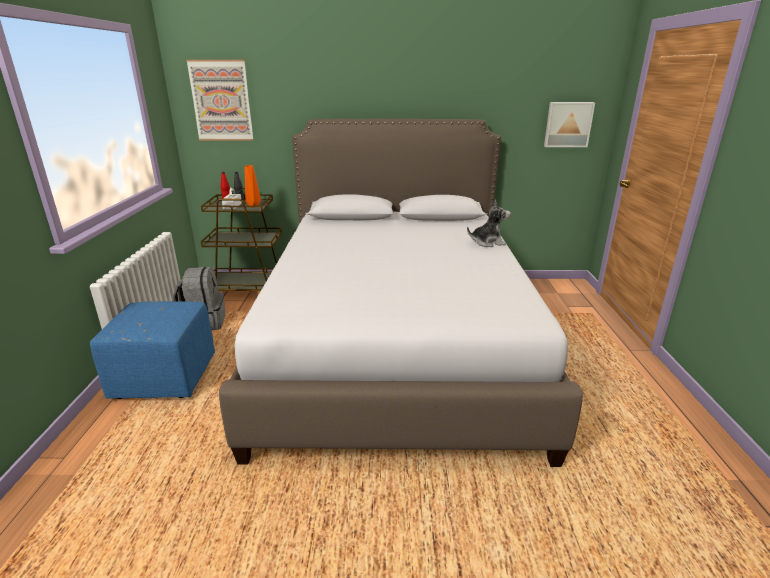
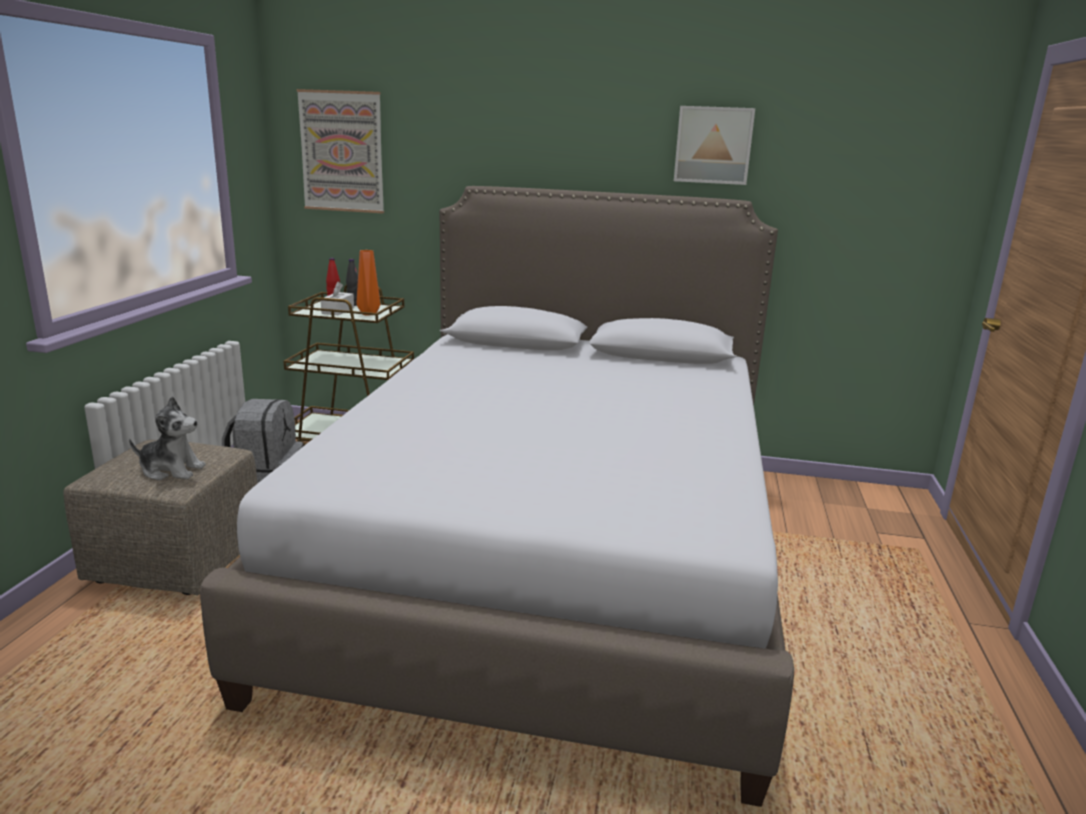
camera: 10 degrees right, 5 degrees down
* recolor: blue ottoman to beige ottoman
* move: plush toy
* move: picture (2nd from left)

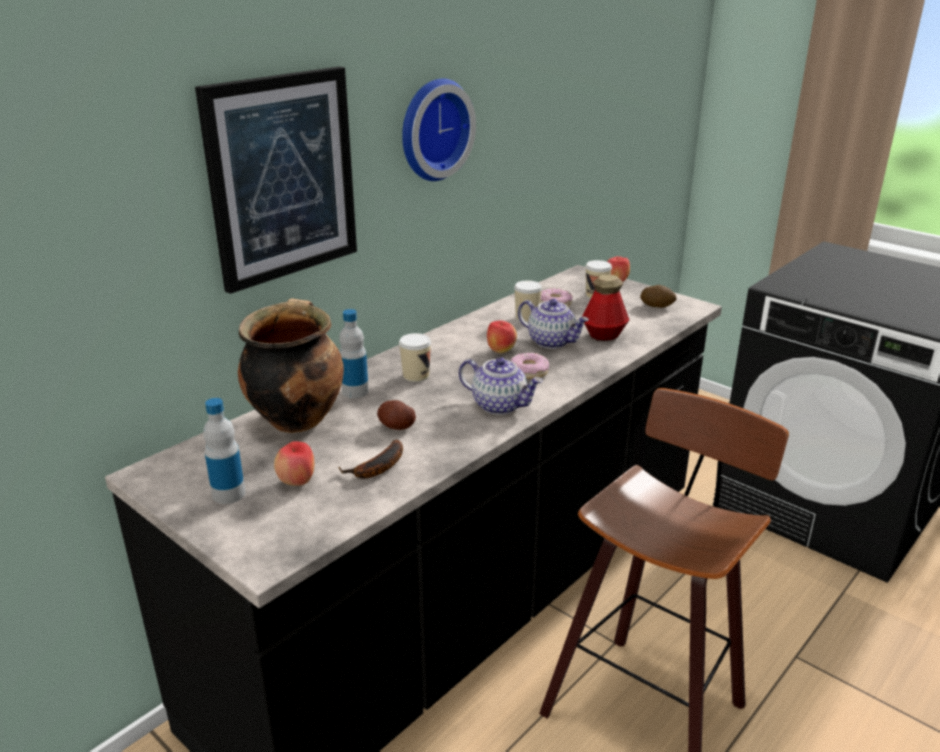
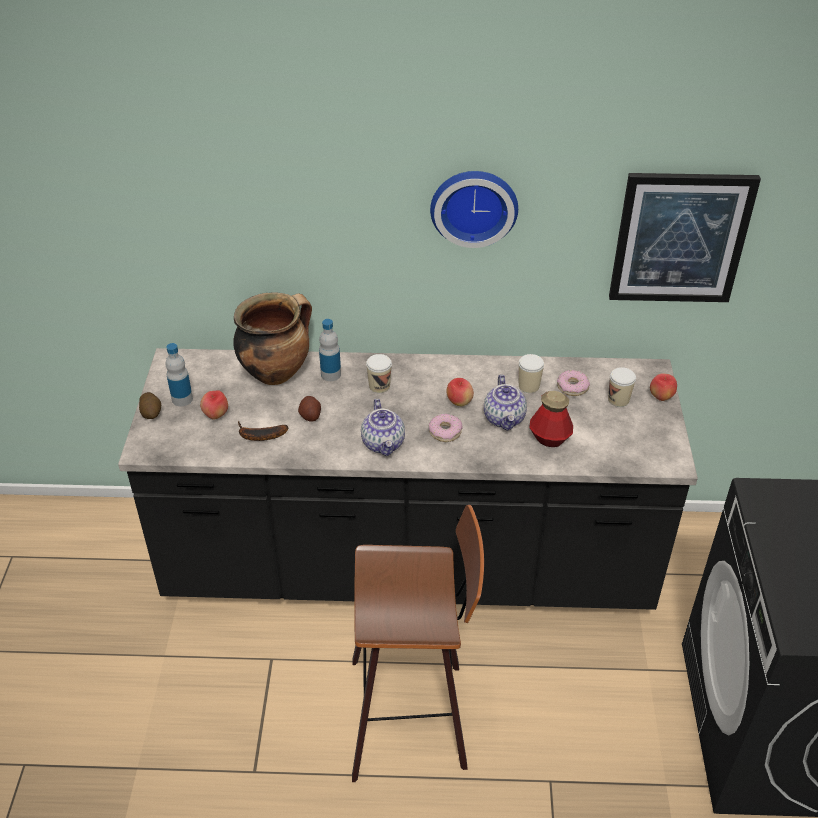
camera: 50 degrees right, 15 degrees up
* move: picture
* move: potato (2nd from left in the first image) to potato (1st from left)

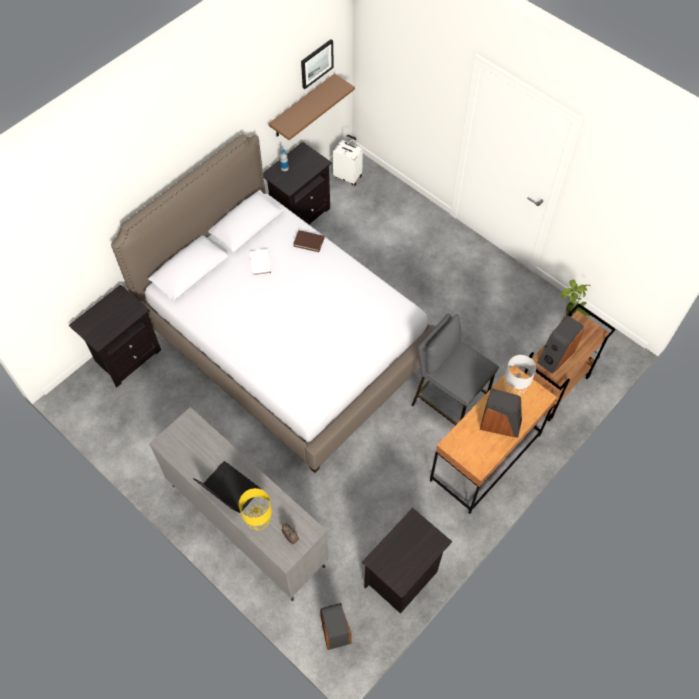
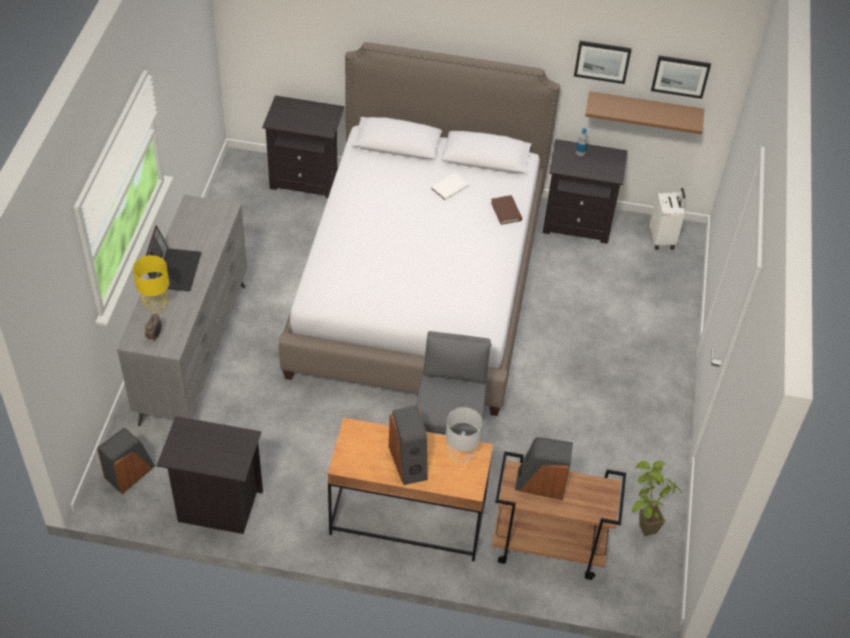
camera: 55 degrees right, 10 degrees down
* insert: picture (1st from left)

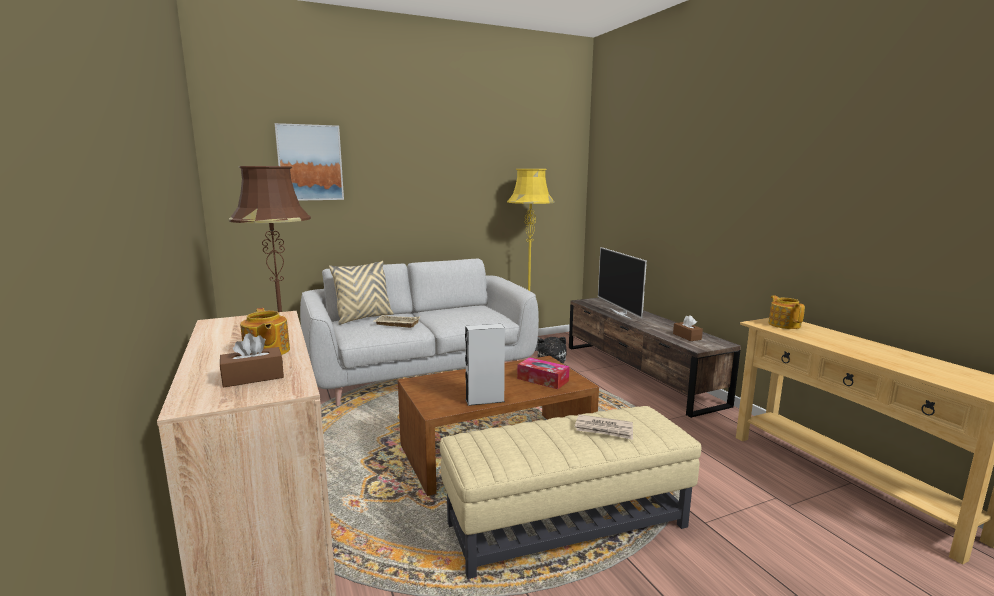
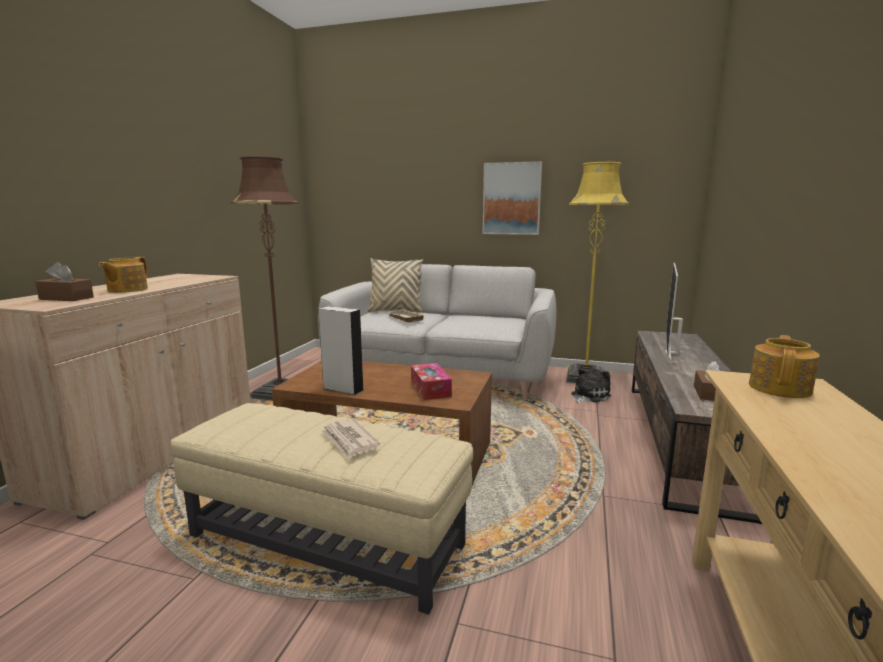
camera: 40 degrees right, 0 degrees up
* move: picture

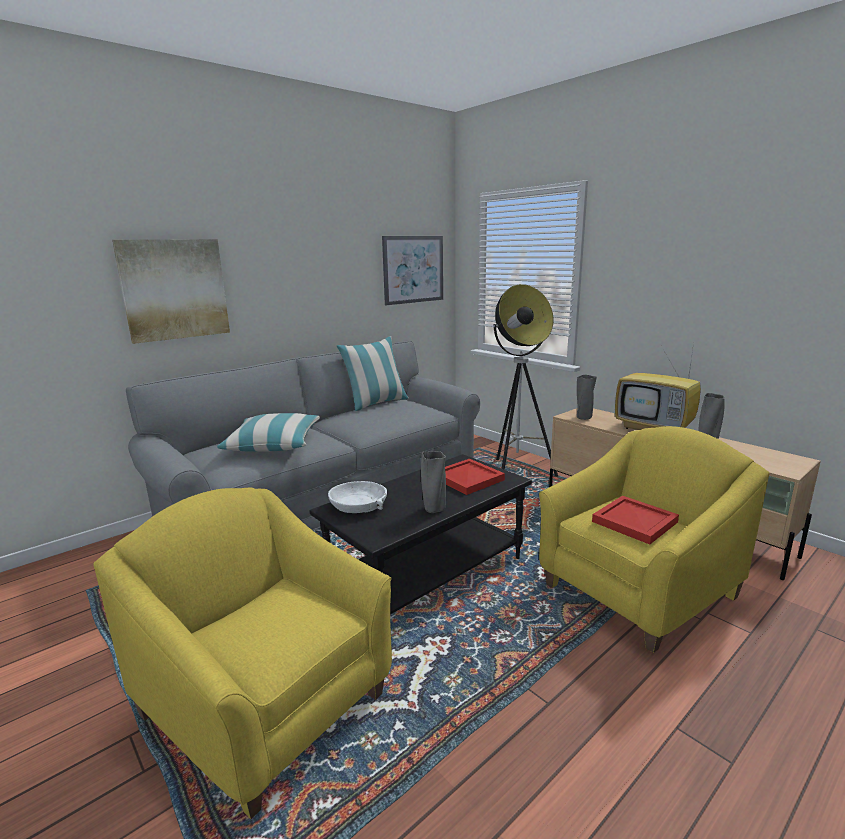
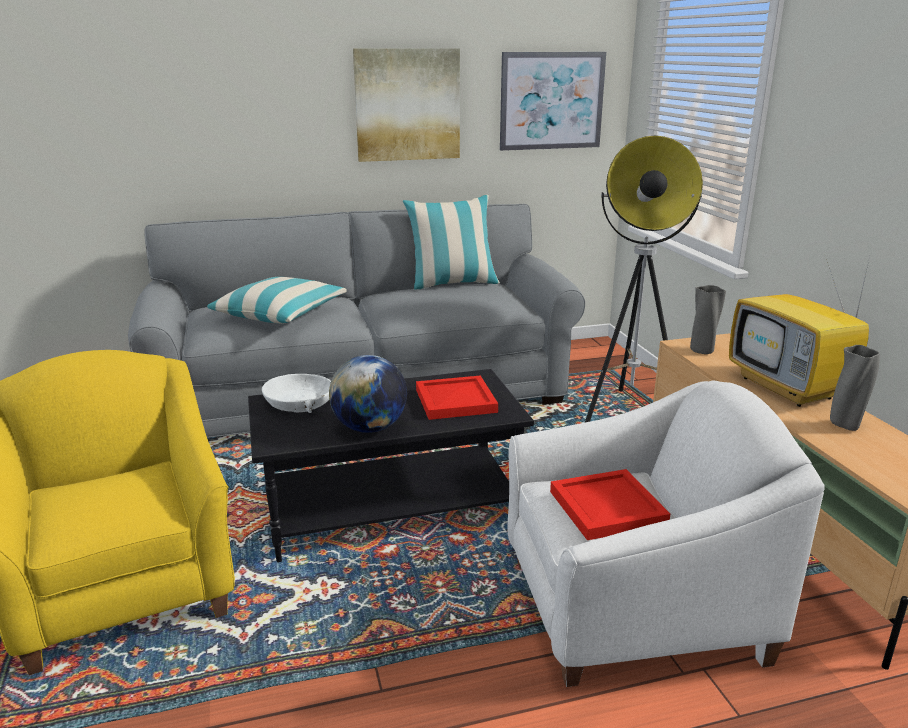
camera: 25 degrees right, 5 degrees up
* move: picture (1st from left)
* replace: grey vase (1st from left) to globe
* recolor: yellow armchair (2nd from left) to white armchair

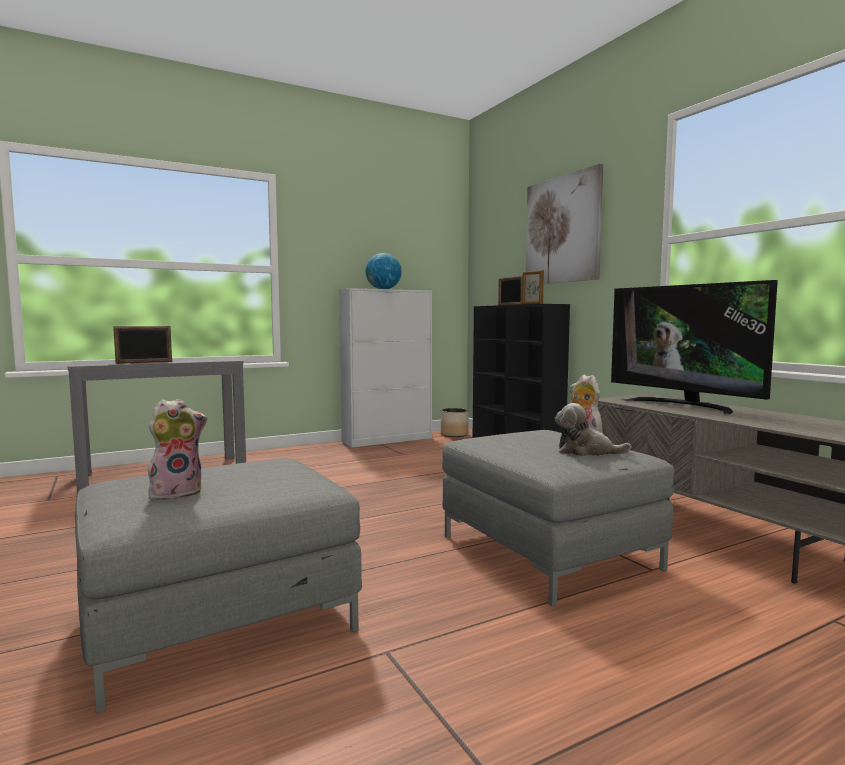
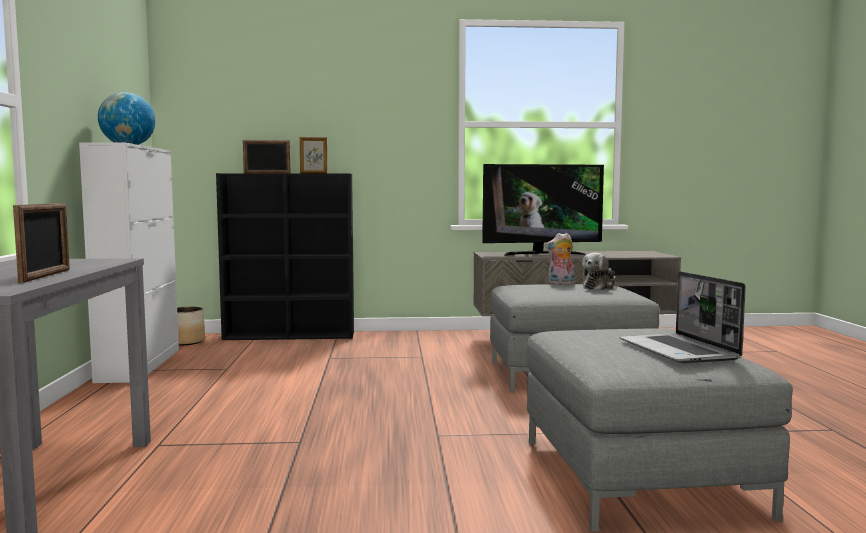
camera: 65 degrees left, 0 degrees up
* replace: plush toy (1st from left) to laptop
* delete: picture

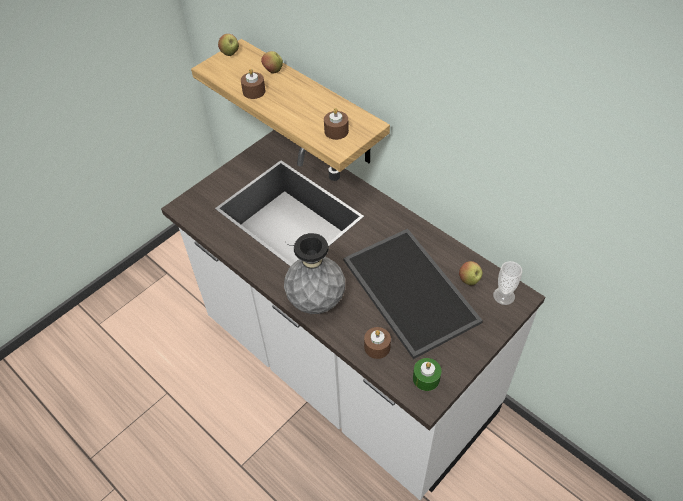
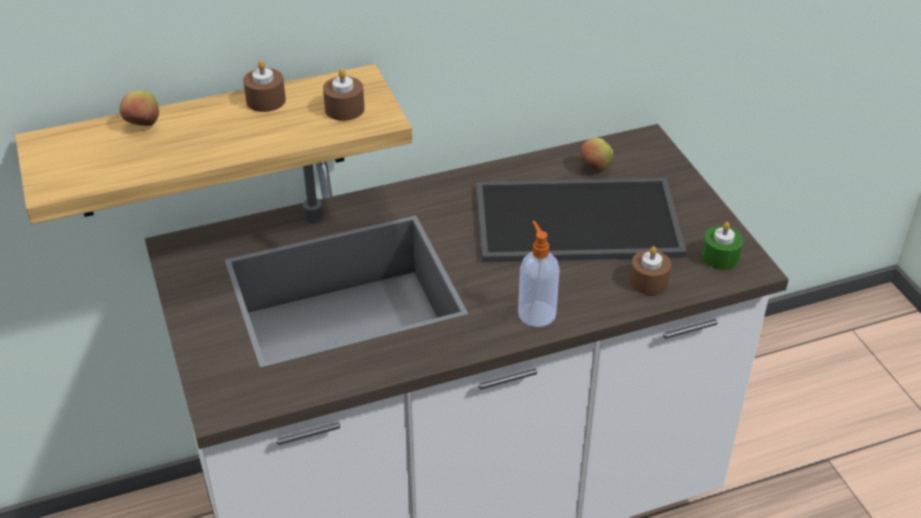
camera: 65 degrees left, 10 degrees down
* delete: apple (1st from left)
* move: brown candle (1st from left)
* replace: grey vase to soap dispenser
* delete: cup

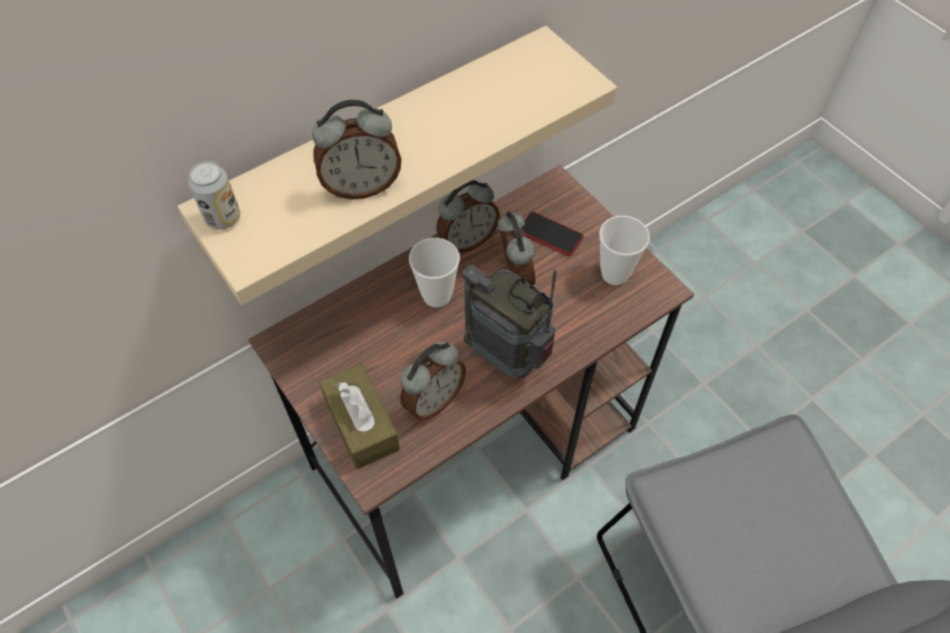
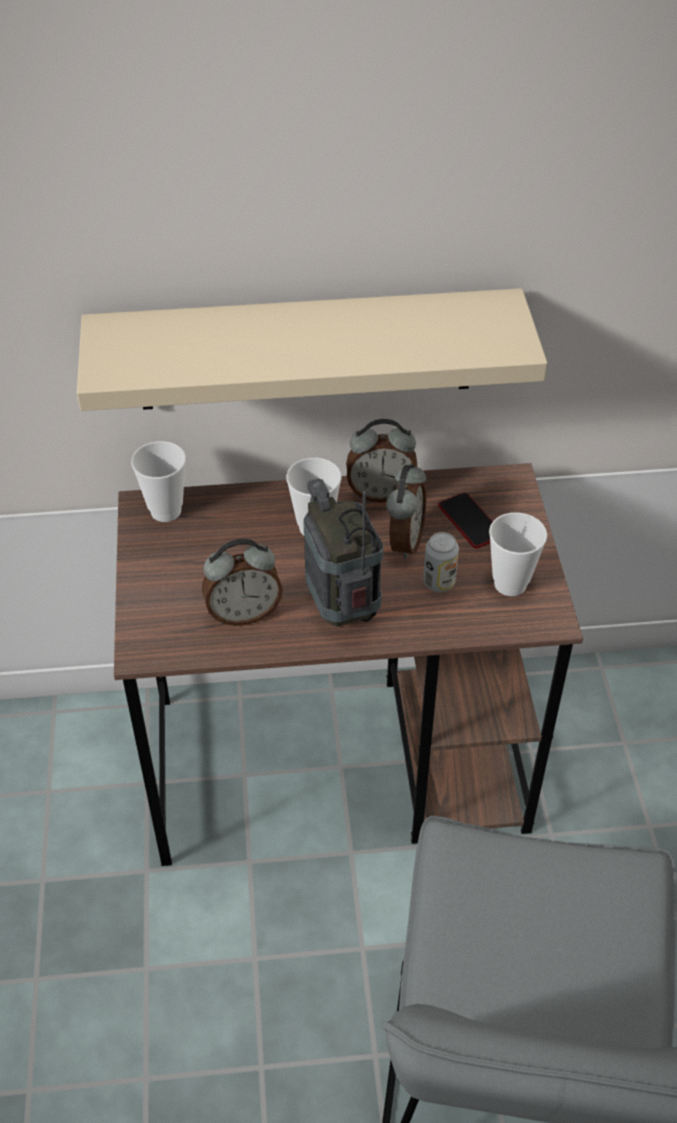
camera: 30 degrees right, 10 degrees down
* move: can
* delete: alarm clock (1st from left)
* delete: brown tissue box
* insert: cup (1st from left)

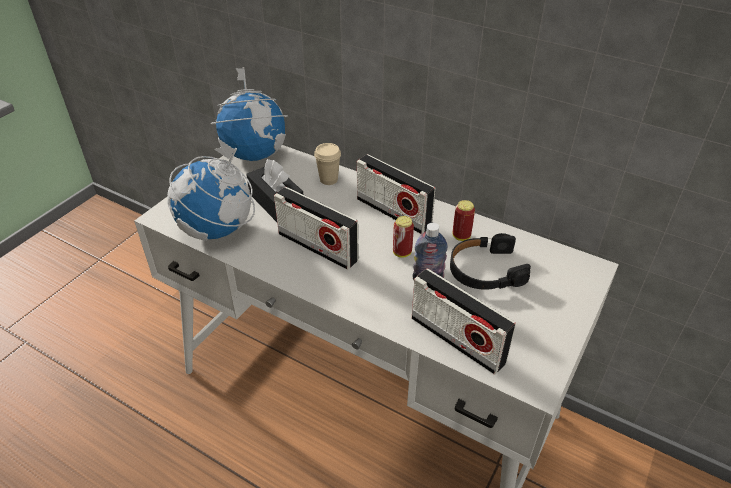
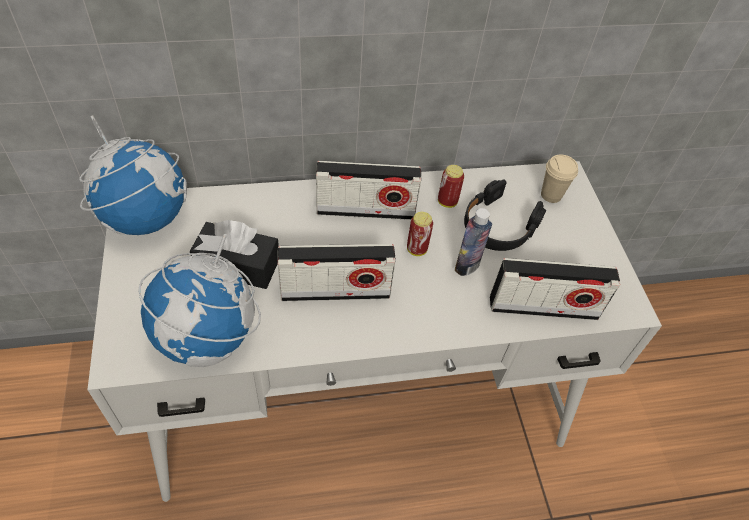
camera: 45 degrees left, 10 degrees up
* move: beige cup

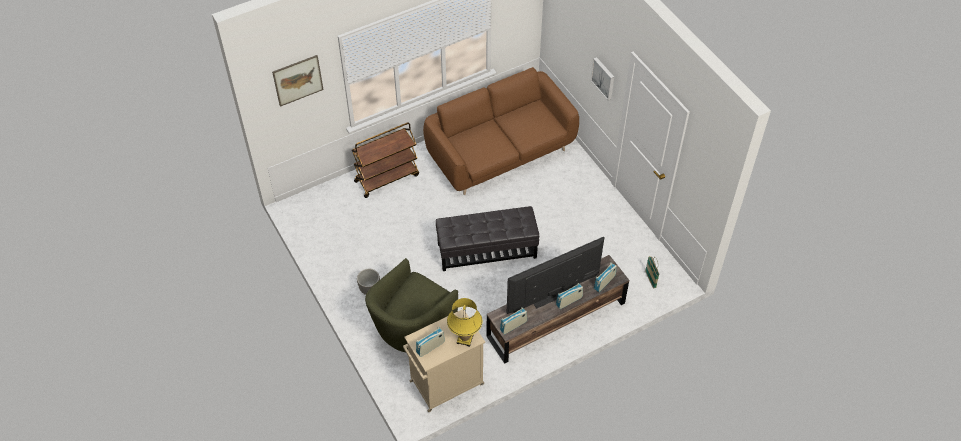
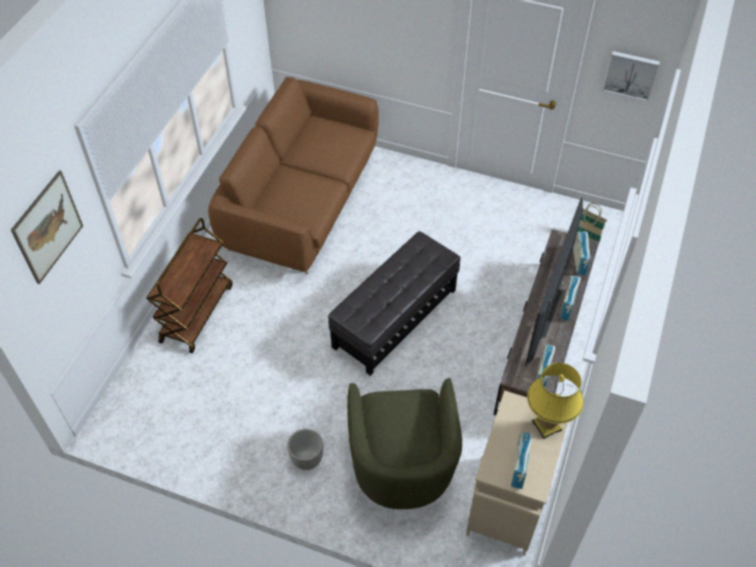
camera: 40 degrees left, 0 degrees up
* move: picture (2nd from left)

